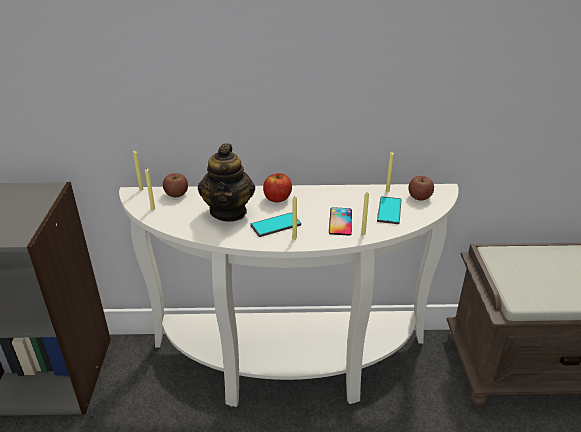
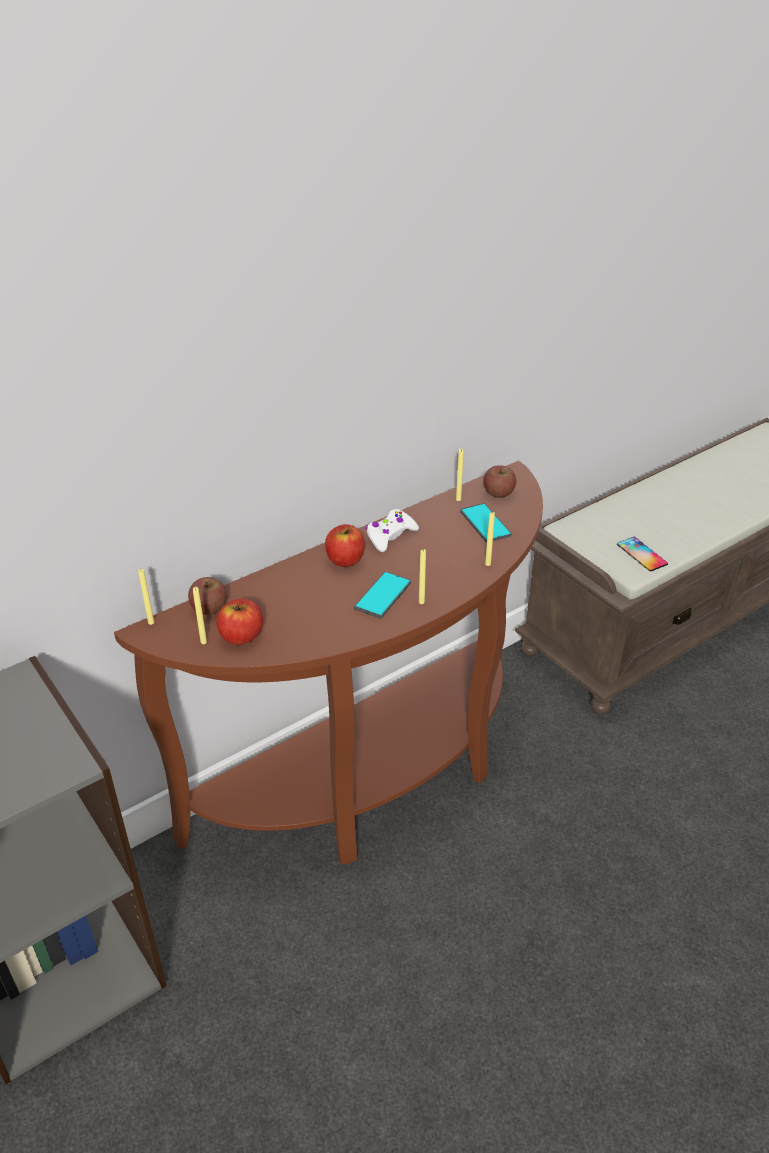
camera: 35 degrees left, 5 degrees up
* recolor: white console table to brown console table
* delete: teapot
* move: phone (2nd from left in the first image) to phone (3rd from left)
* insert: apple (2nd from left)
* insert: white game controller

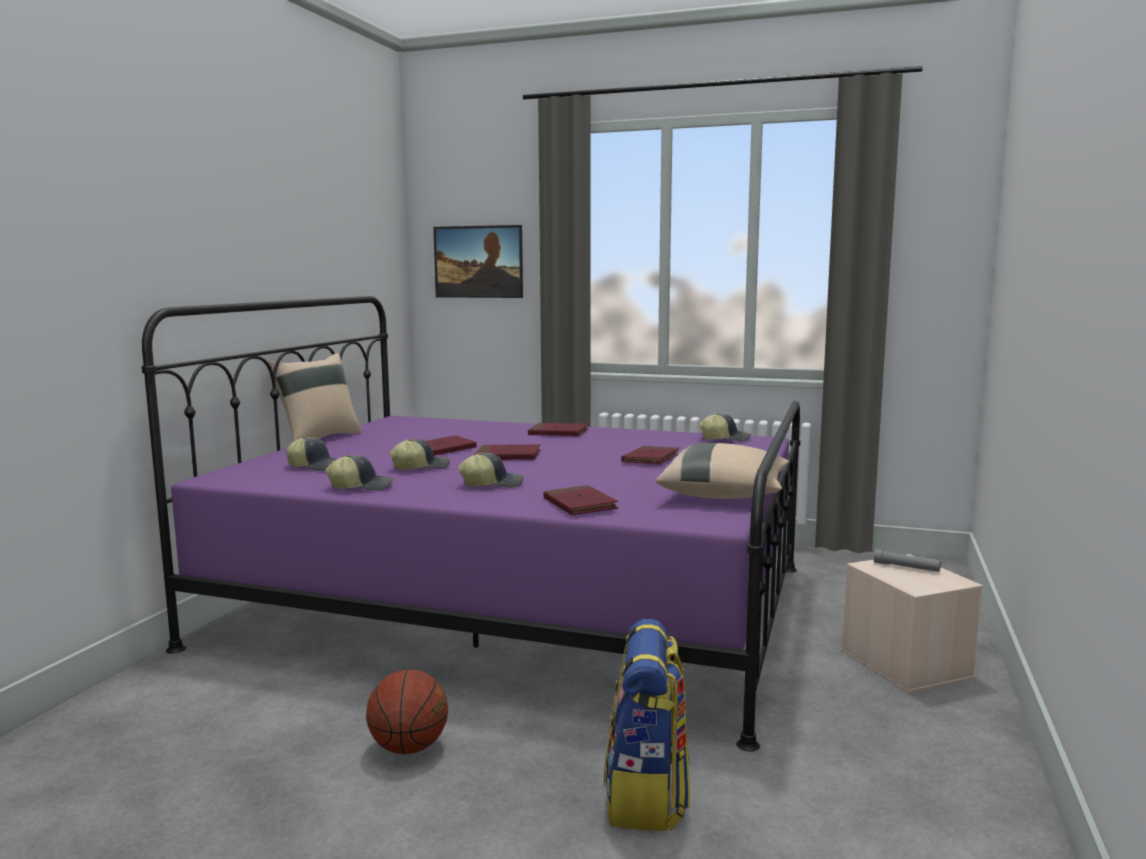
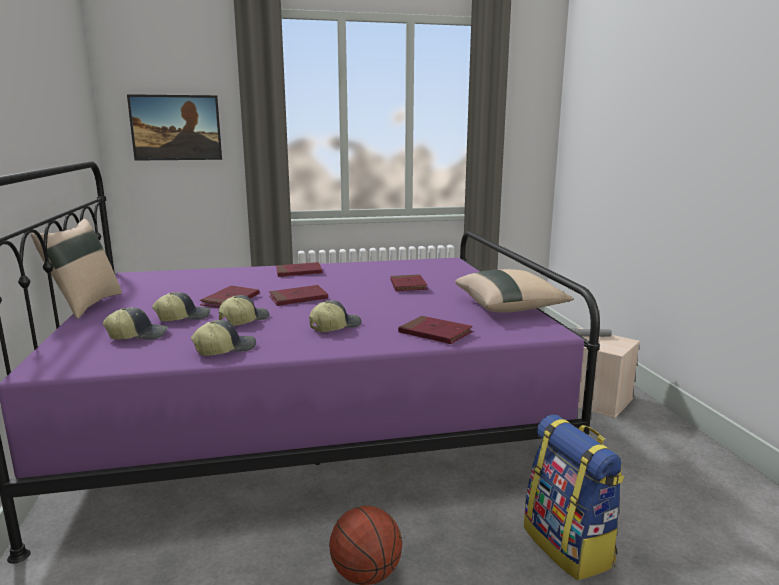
camera: 30 degrees left, 5 degrees up
* move: cap (5th from left in the first image) to cap (2nd from left)

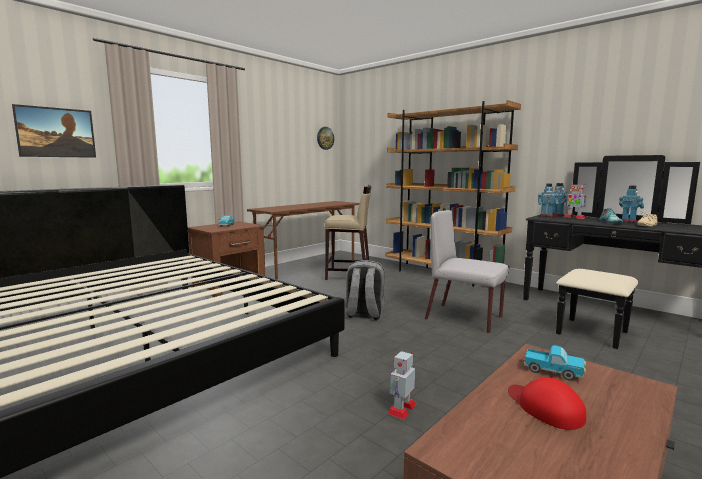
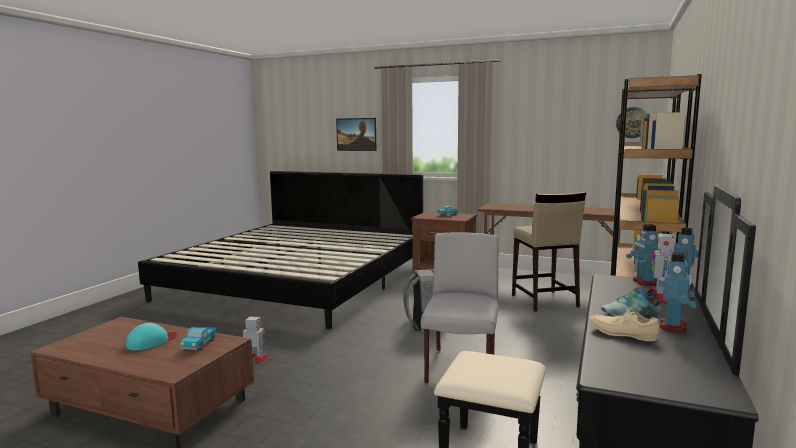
camera: 70 degrees right, 0 degrees up
* recolor: red cap to turquoise cap

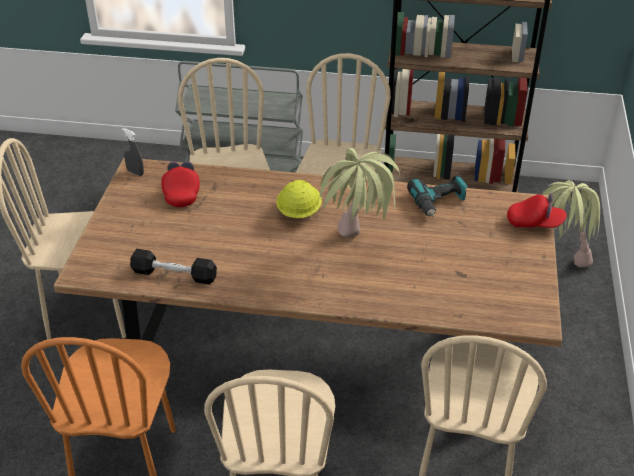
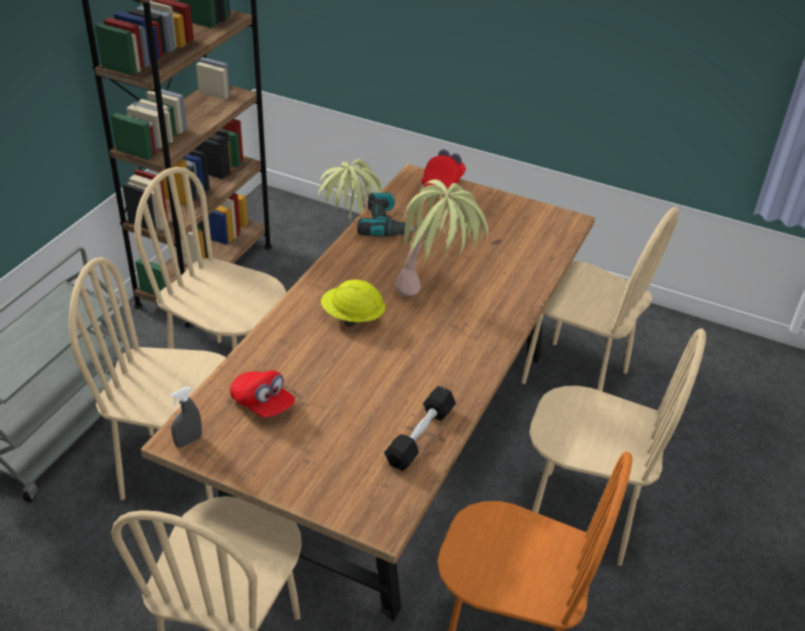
camera: 75 degrees left, 0 degrees up
* rotate: red cap (1st from left) 150 degrees counterclockwise

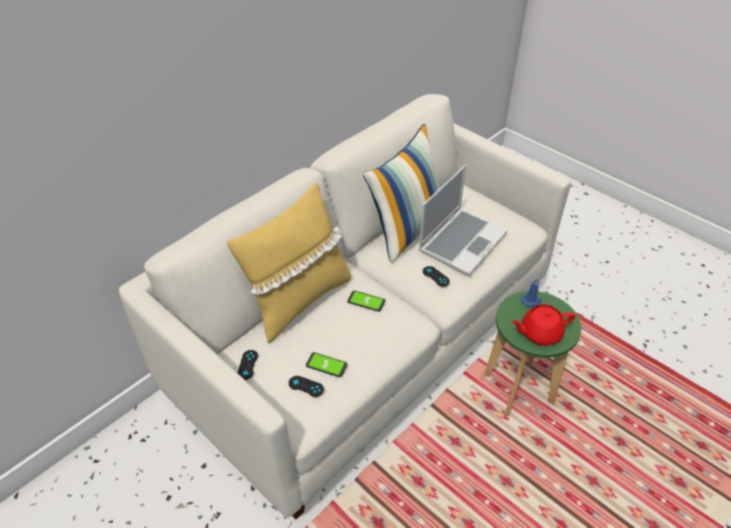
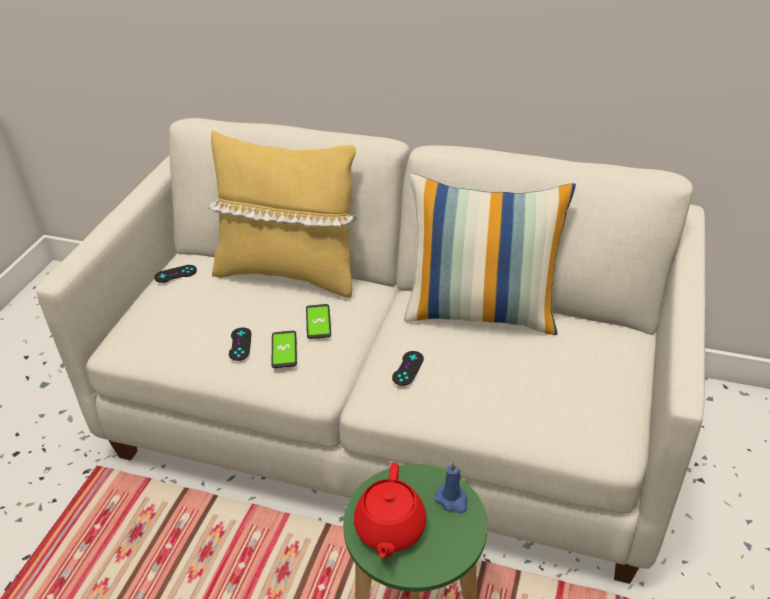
camera: 65 degrees right, 5 degrees down
* move: black game controller (2nd from left)
* move: phone (1st from left)
* delete: laptop
* rotate: red teapot 135 degrees counterclockwise

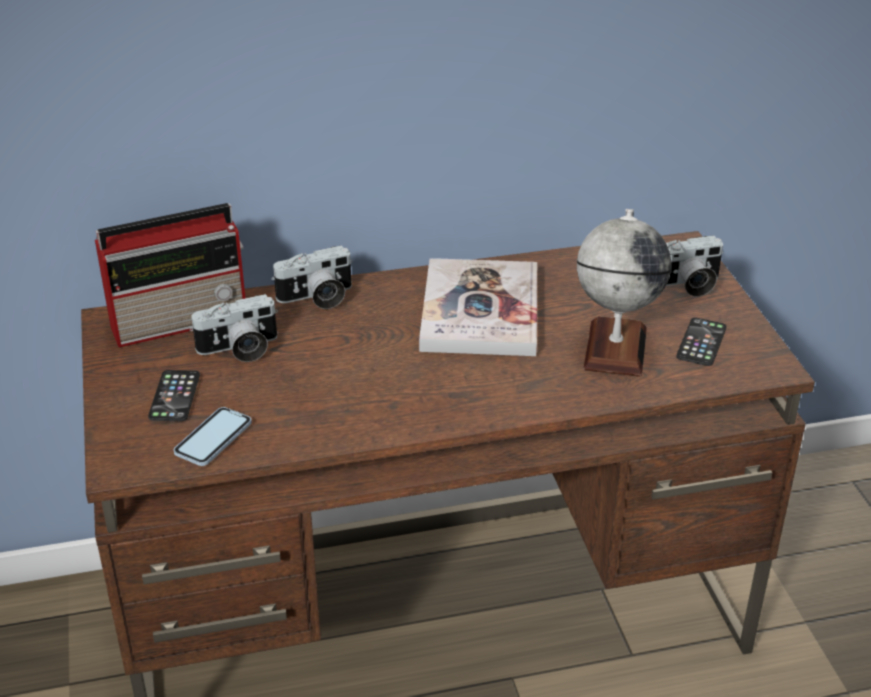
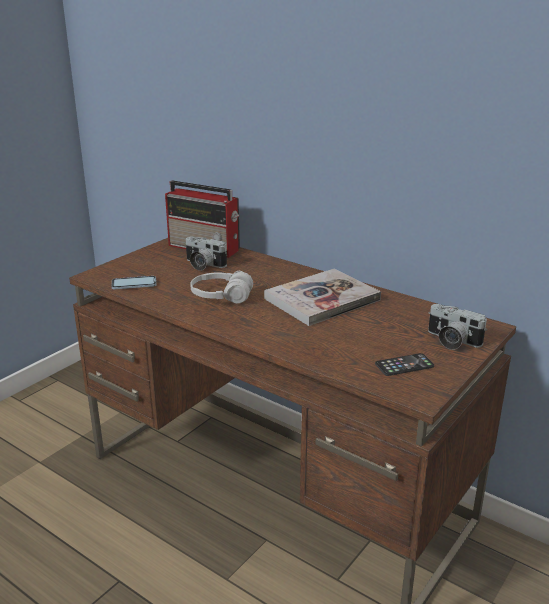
camera: 50 degrees right, 10 degrees down
* delete: phone (1st from left)
* delete: photo camera (2nd from left)
* delete: globe
* insert: white headphones

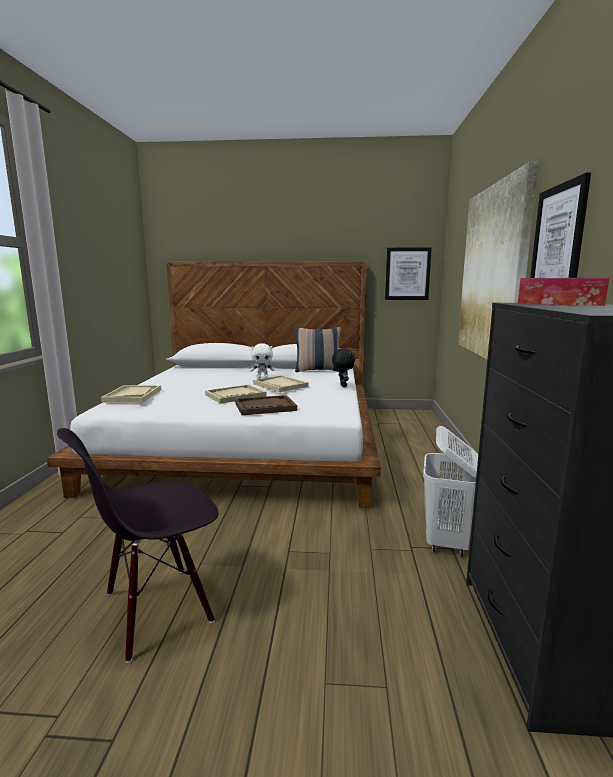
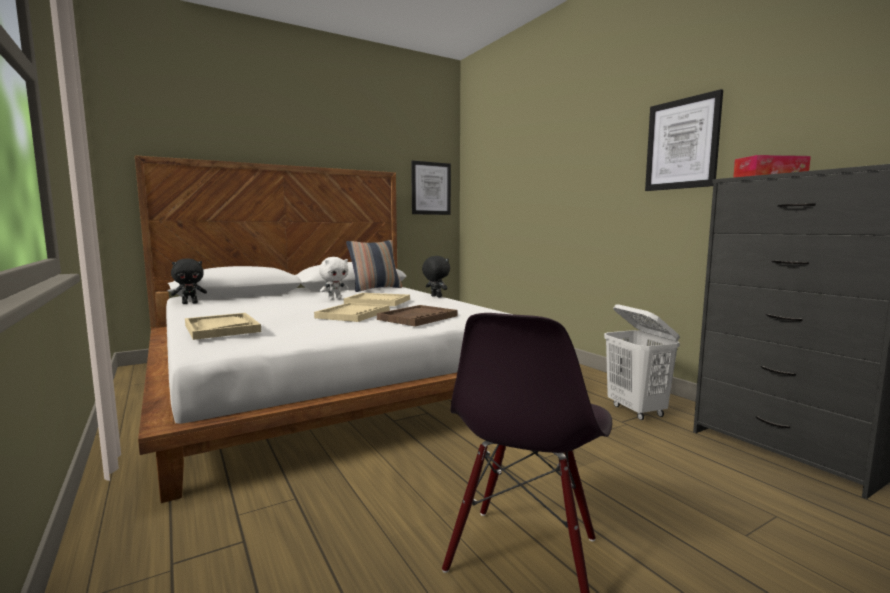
camera: 35 degrees left, 5 degrees down
* delete: picture (2nd from left)
* insert: black plush toy (1st from left)

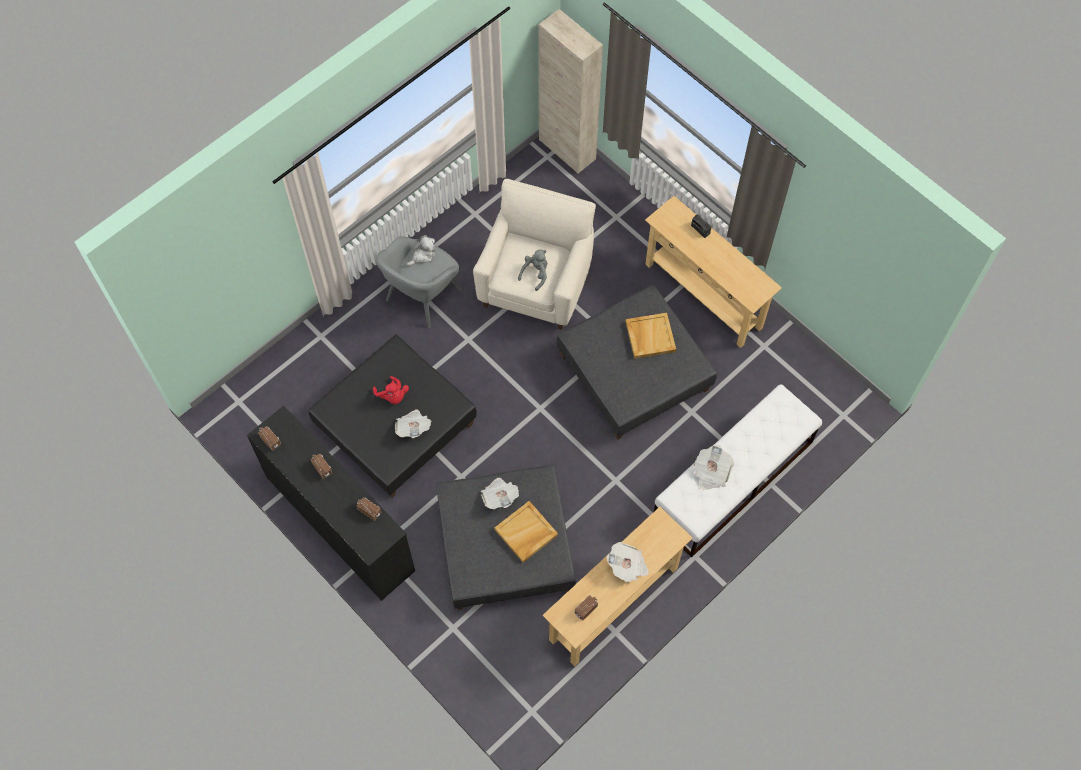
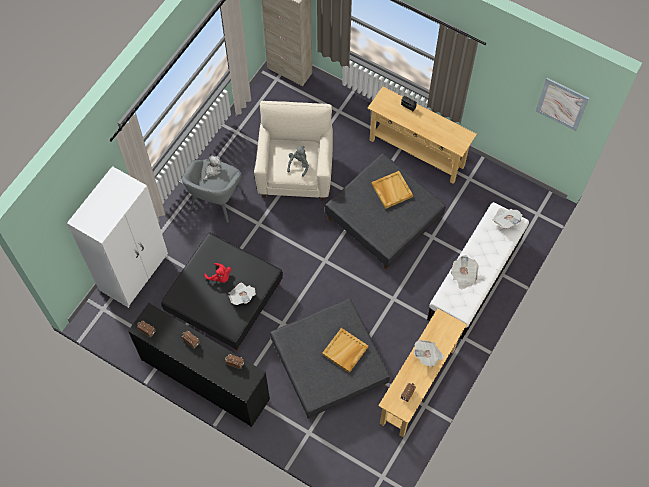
camera: 15 degrees left, 0 degrees up
* move: newspaper (2nd from left in the first image) to newspaper (4th from left)
* insert: white wardrobe
* insert: picture

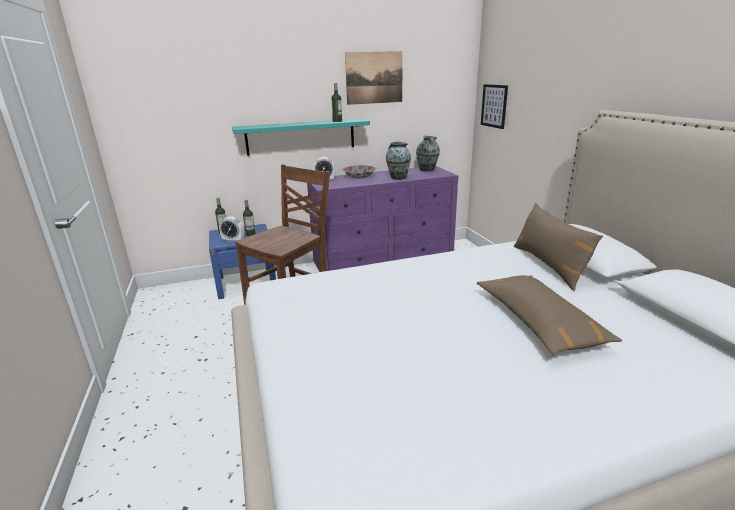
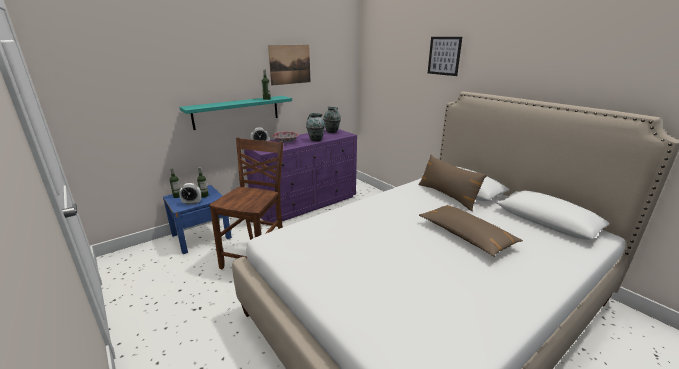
camera: 20 degrees left, 0 degrees up
* move: picture (2nd from left)

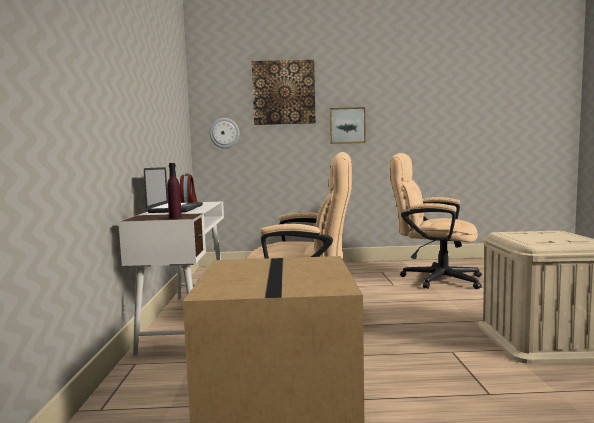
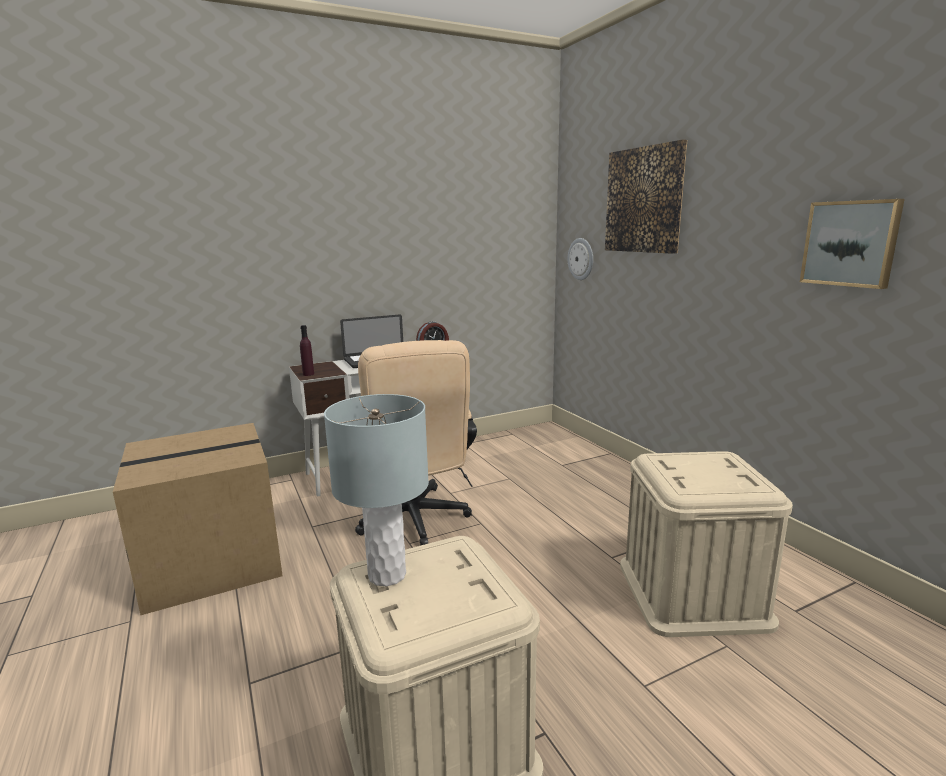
camera: 65 degrees right, 10 degrees up
* move: picture (2nd from left)
* replace: beige office chair (2nd from left) to beige storage box (2nd from left)
* insert: grey table lamp

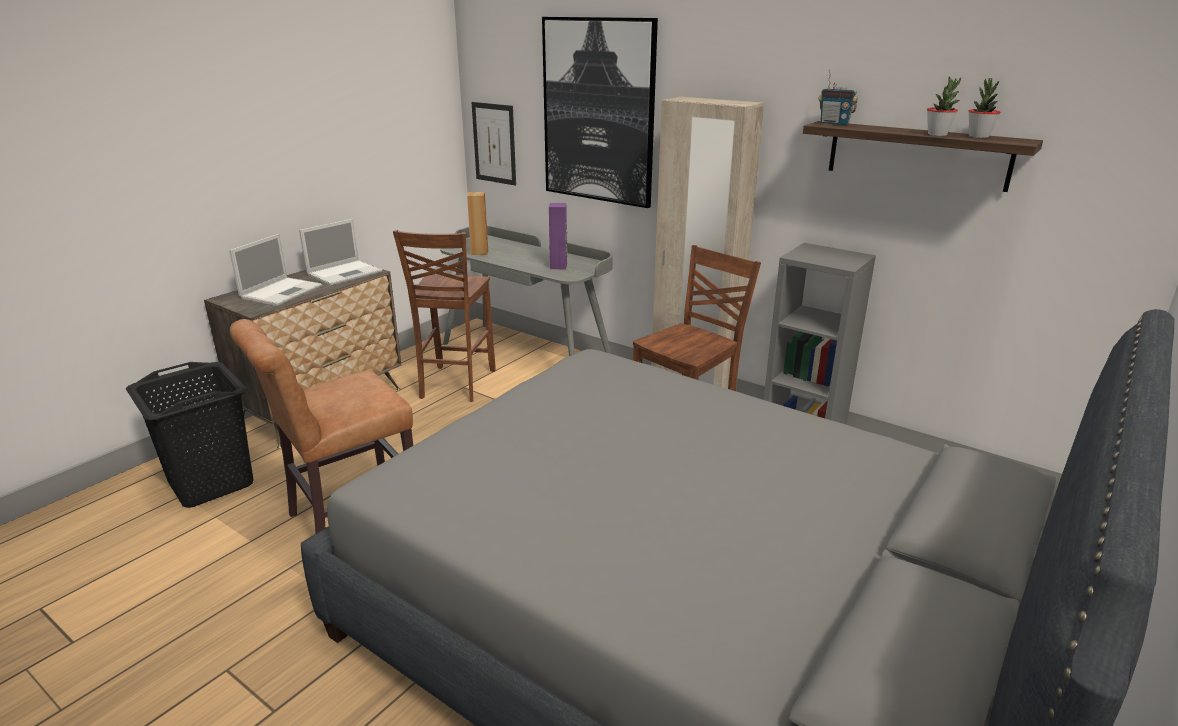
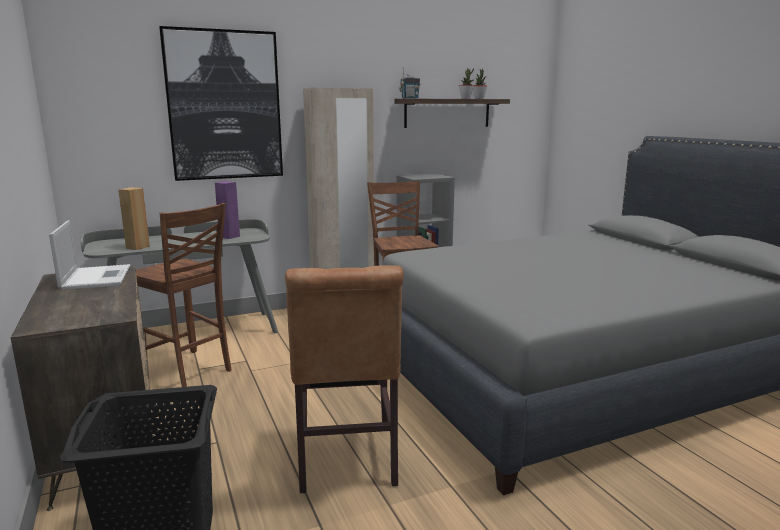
camera: 60 degrees left, 10 degrees down
* delete: laptop (1st from left)
* delete: picture (1st from left)

